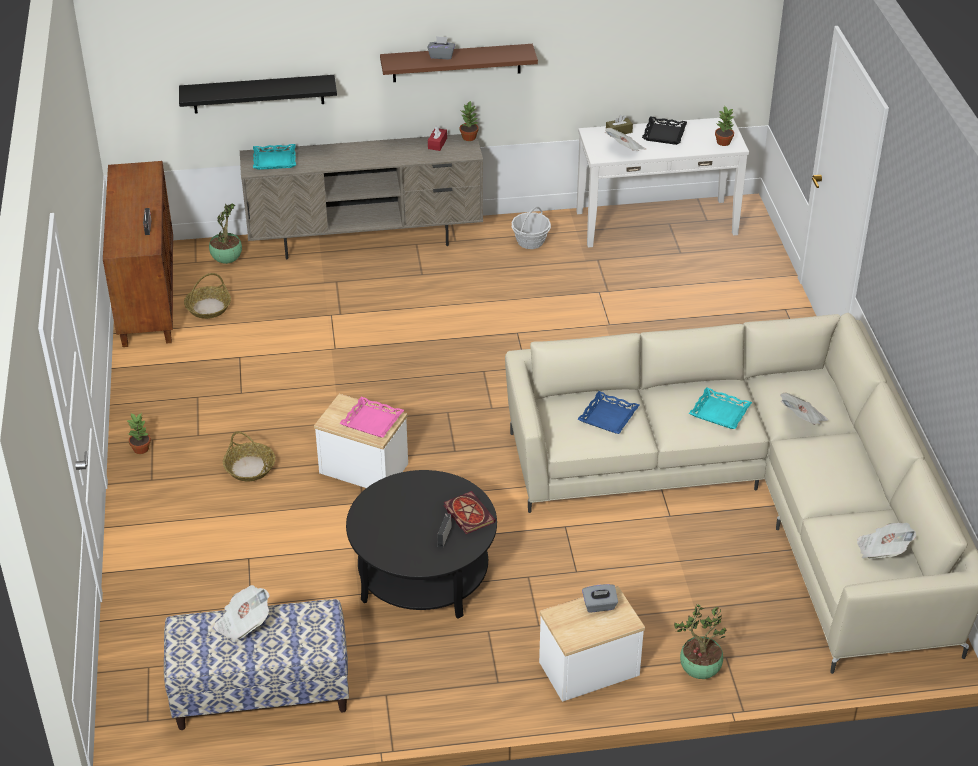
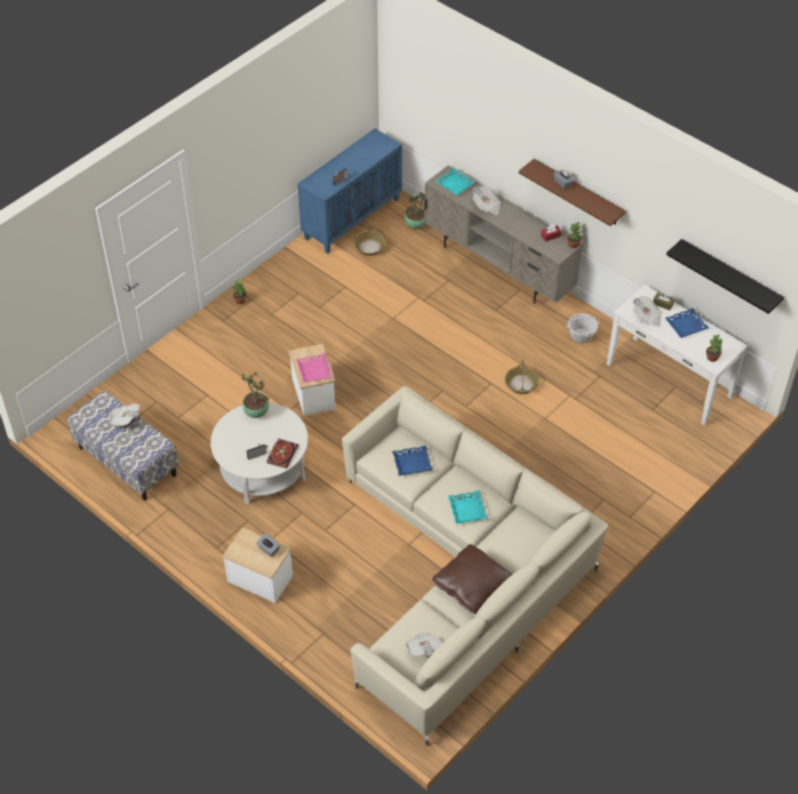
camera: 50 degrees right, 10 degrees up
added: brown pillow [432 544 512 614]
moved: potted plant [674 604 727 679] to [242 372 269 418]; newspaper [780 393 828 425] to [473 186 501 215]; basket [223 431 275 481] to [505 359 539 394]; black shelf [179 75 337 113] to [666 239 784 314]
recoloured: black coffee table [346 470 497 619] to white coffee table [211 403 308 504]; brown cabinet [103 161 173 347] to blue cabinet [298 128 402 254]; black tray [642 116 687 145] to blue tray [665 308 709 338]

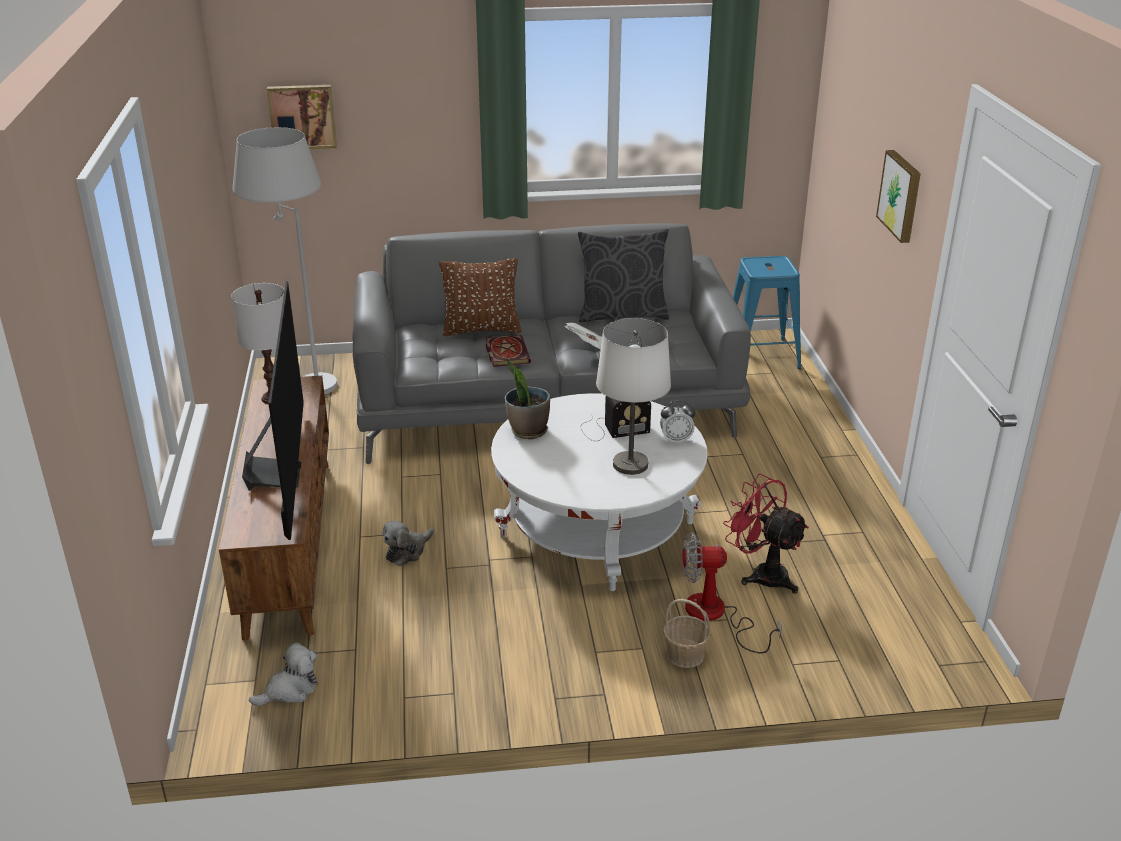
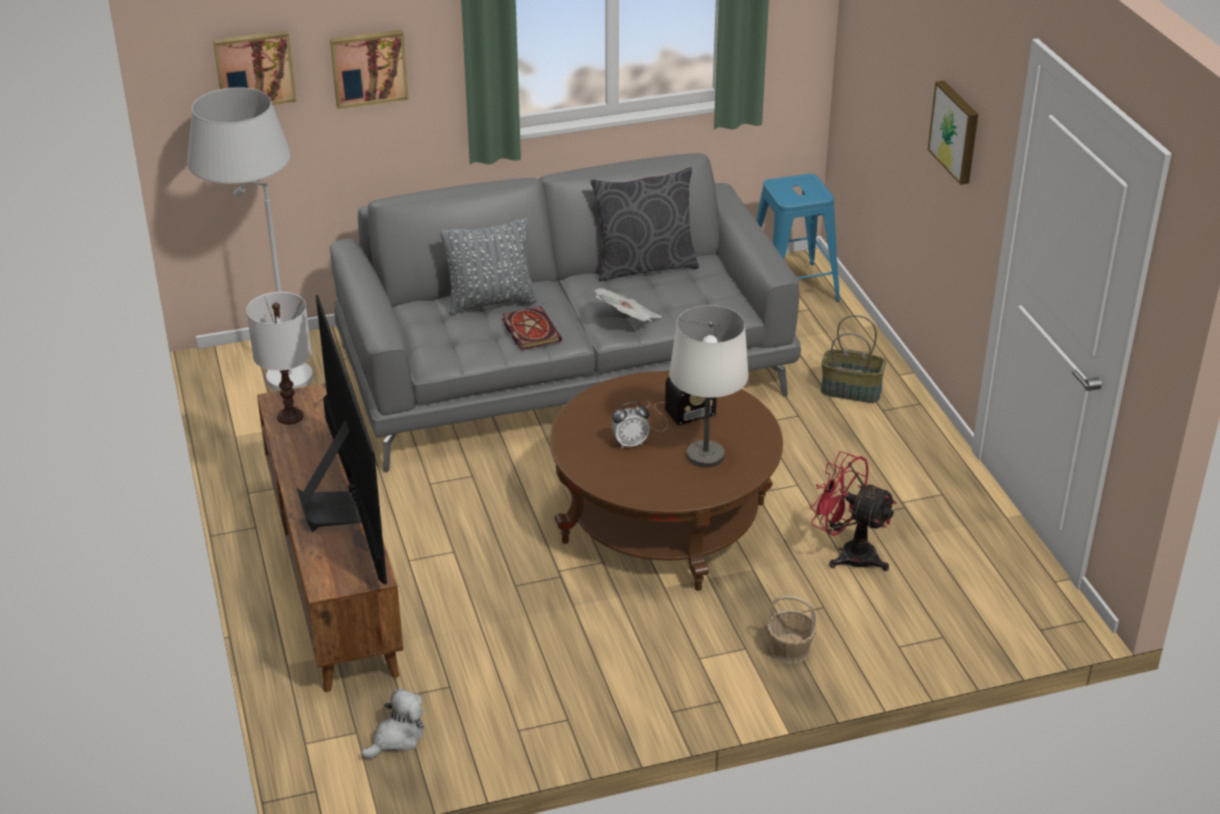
camera: 10 degrees left, 5 degrees up
removed: plush toy [382 521 434 566]; potted plant [505 358 550 439]; fan [683 533 782 653]
added: picture [330 30 409 109]; basket [821 315 886 403]
moved: alarm clock [660 400 695 444] to [611 402 650 449]
recoloured: brown pillow [439 258 521 336] to grey pillow [440 218 537 315]; white coffee table [491 393 708 591] to brown coffee table [550 371 783 591]

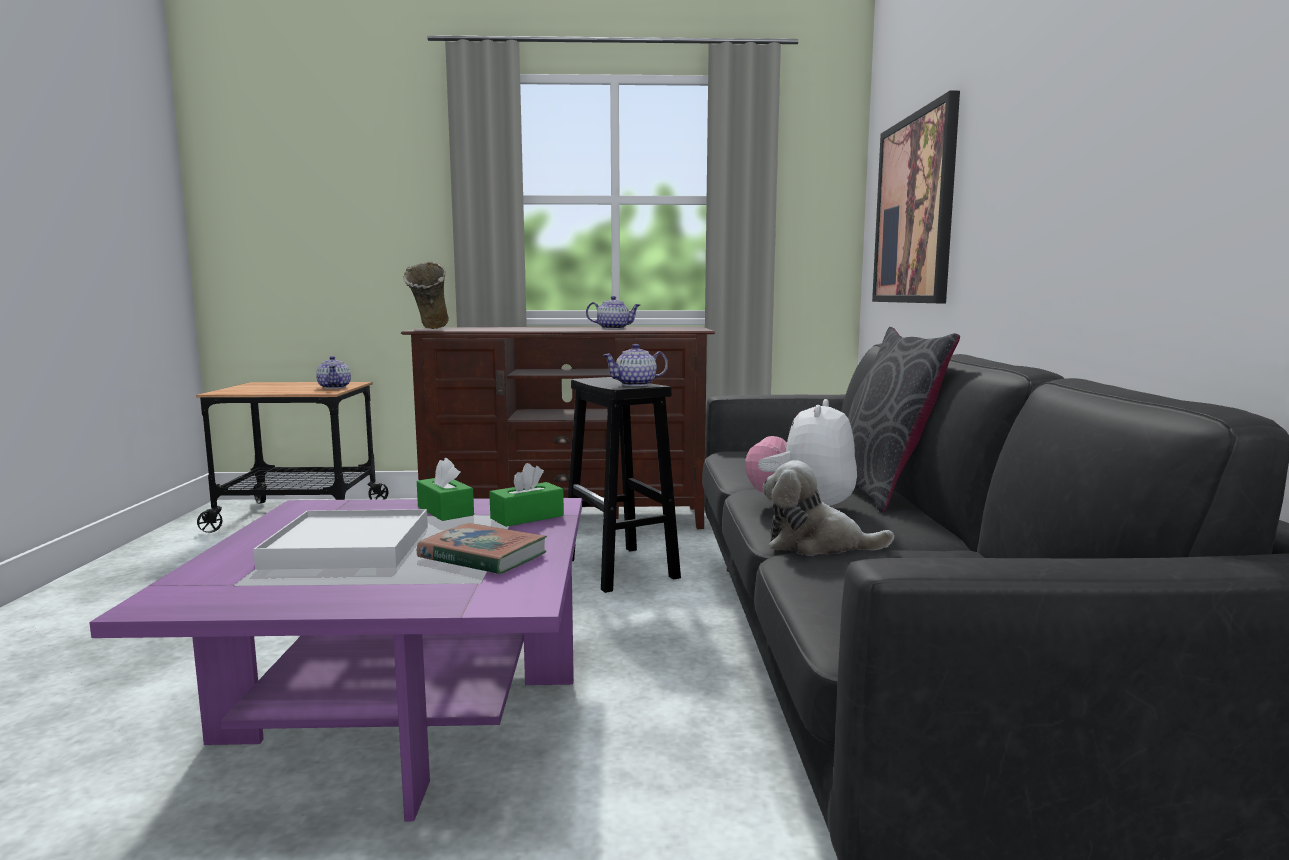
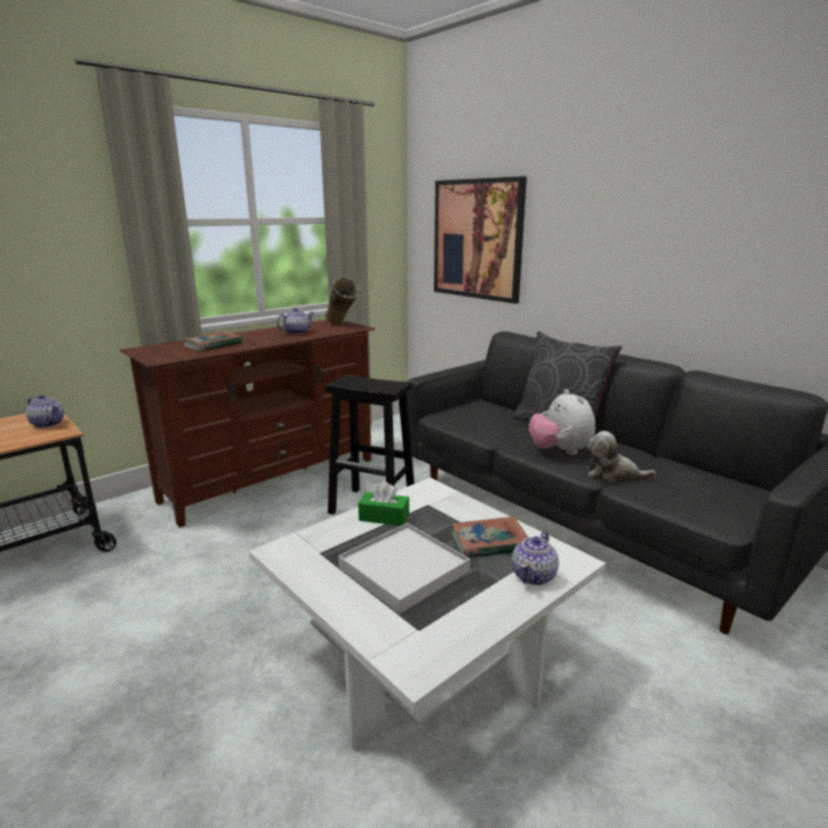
camera: 40 degrees left, 10 degrees up
removed: green tissue box [489 463 564 527]
added: book [183 331 242 351]
moved: beige vase [403 262 449 329] to [326 277 362 324]; teapot [603 344 668 386] to [512 531 559 585]
recoloured: purple coffee table [89 498 582 821] to white coffee table [249 478 606 750]
turned: plush toy [763 460 894 556] = [587 431 656 483] 45 degrees clockwise

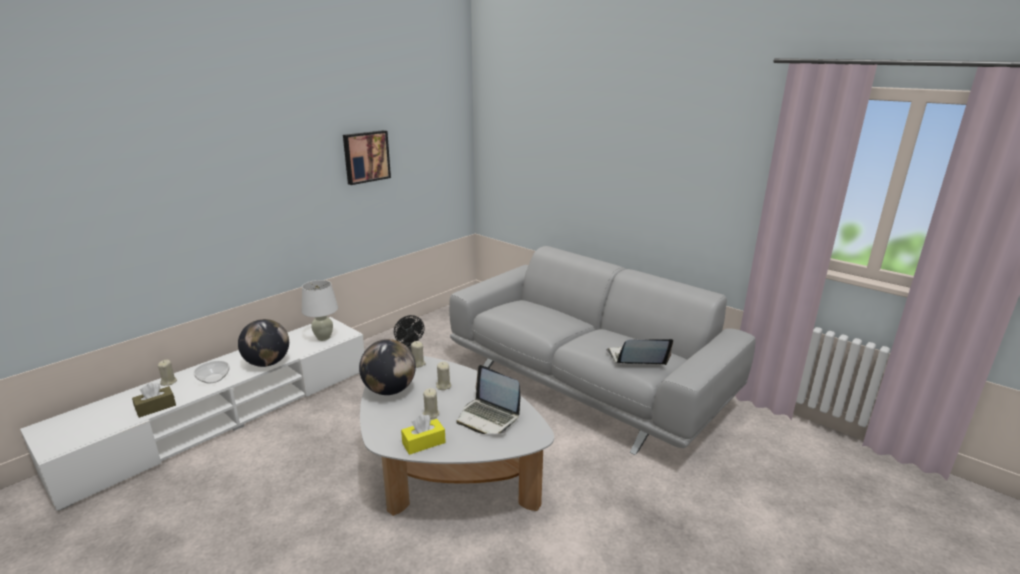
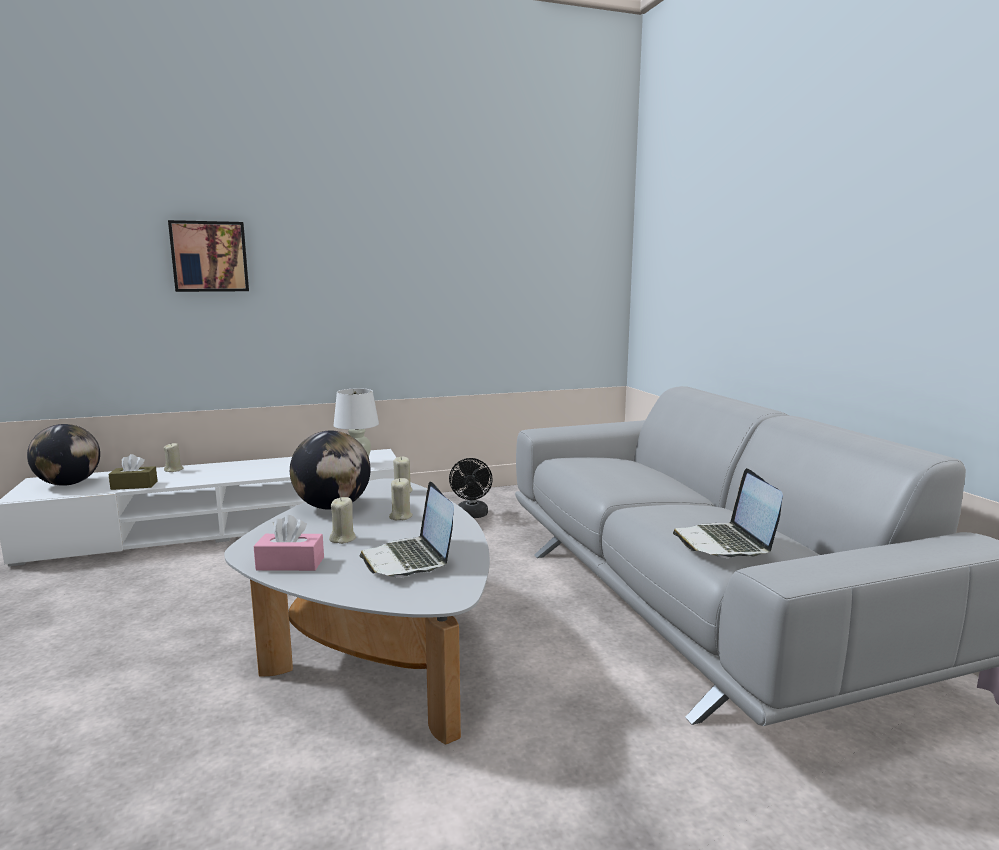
camera: 30 degrees right, 10 degrees down
removed: bowl [193 361 230 383]
moved: globe [238 319 289 367] to [27 424 100 486]; picture [343 130 391 185] to [168 220 249 292]
recoloured: yellow tissue box [401 414 446 455] to pink tissue box [254 515 324 571]
turned: laptop [606 339 673 365] = [673 468 783 558] 120 degrees counterclockwise

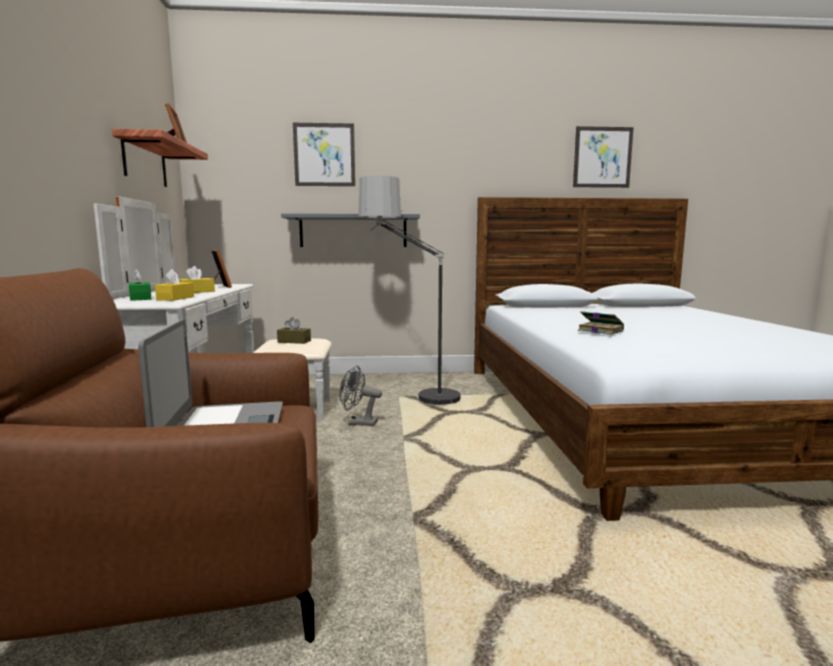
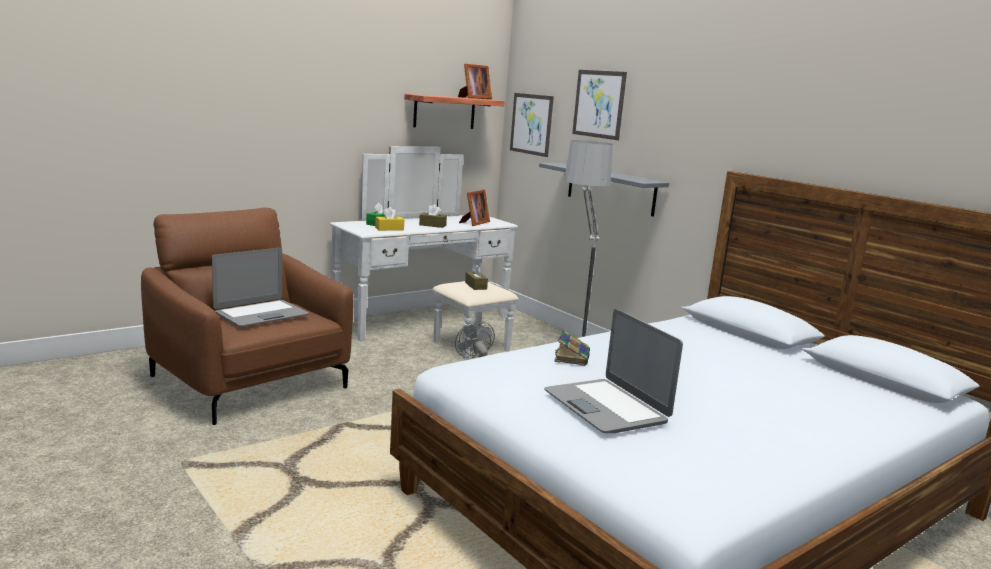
camera: 55 degrees right, 5 degrees up
added: laptop [544 309 683 433]
moved: picture [573 126 634 188] to [510 93 554 157]
recoloured: yellow tissue box [179 266 215 293] to brown tissue box [419 204 447 228]

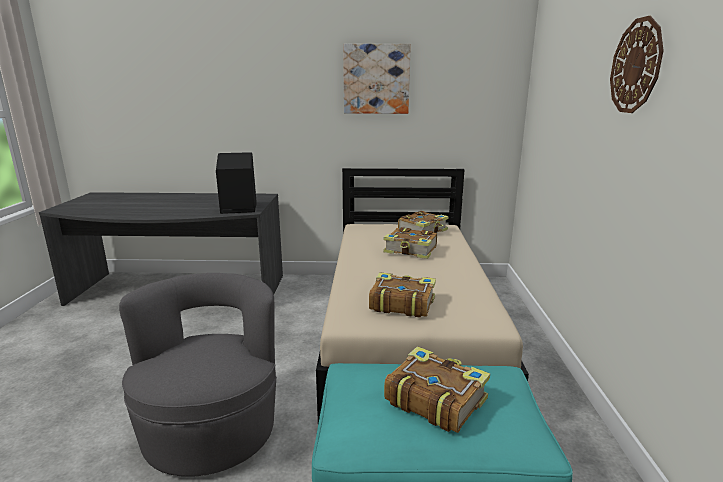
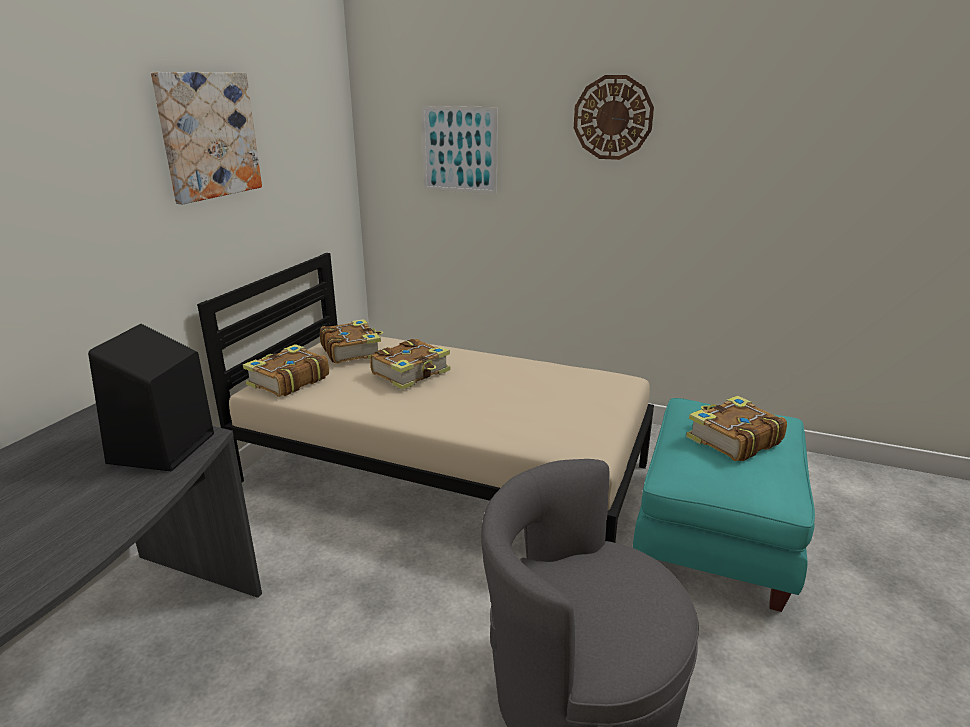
camera: 70 degrees left, 5 degrees up
added: picture [421 106 498 194]
moved: book [369 272 436 318] to [243 344 329 397]

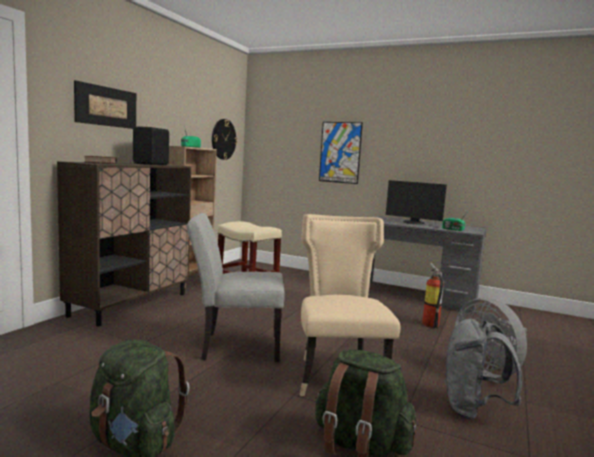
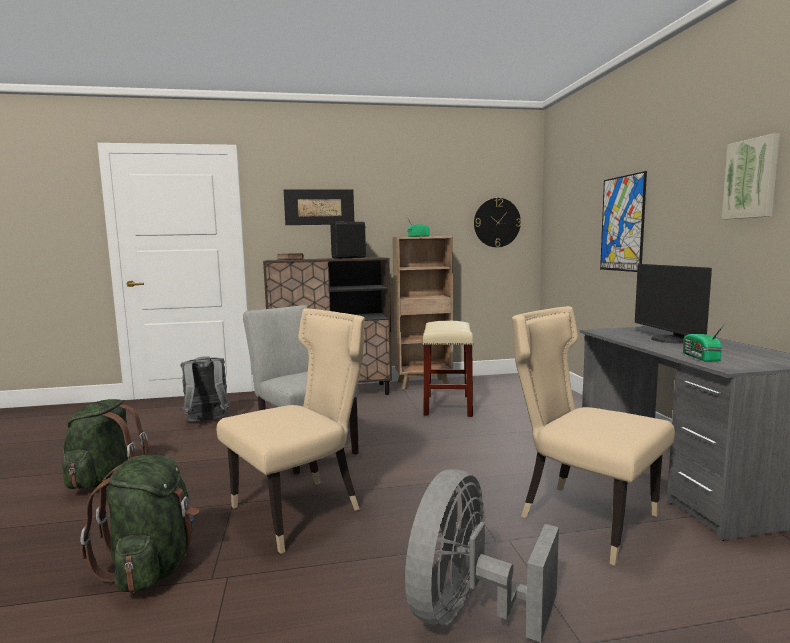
camera: 55 degrees right, 0 degrees up
added: picture [722 133 780 219]
moved: grey backpack [444 319 522 420] to [180 356 231 422]
replaced: fire extinguisher [422 263 445 328] to beige chair [512 306 675 566]

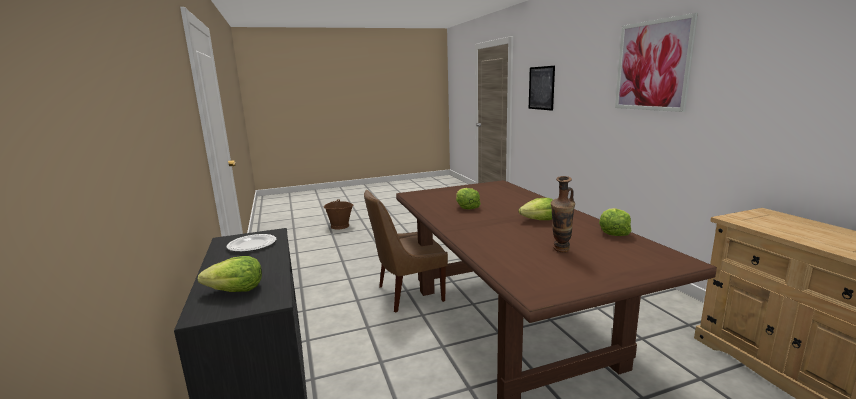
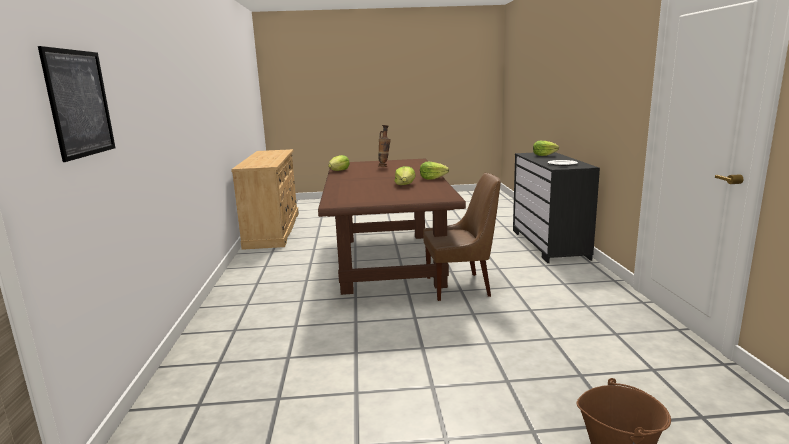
camera: 165 degrees left, 0 degrees up
removed: picture [615 13 698 112]
moved: lettuce [519 198 553 220] to [420 162 449 179]

